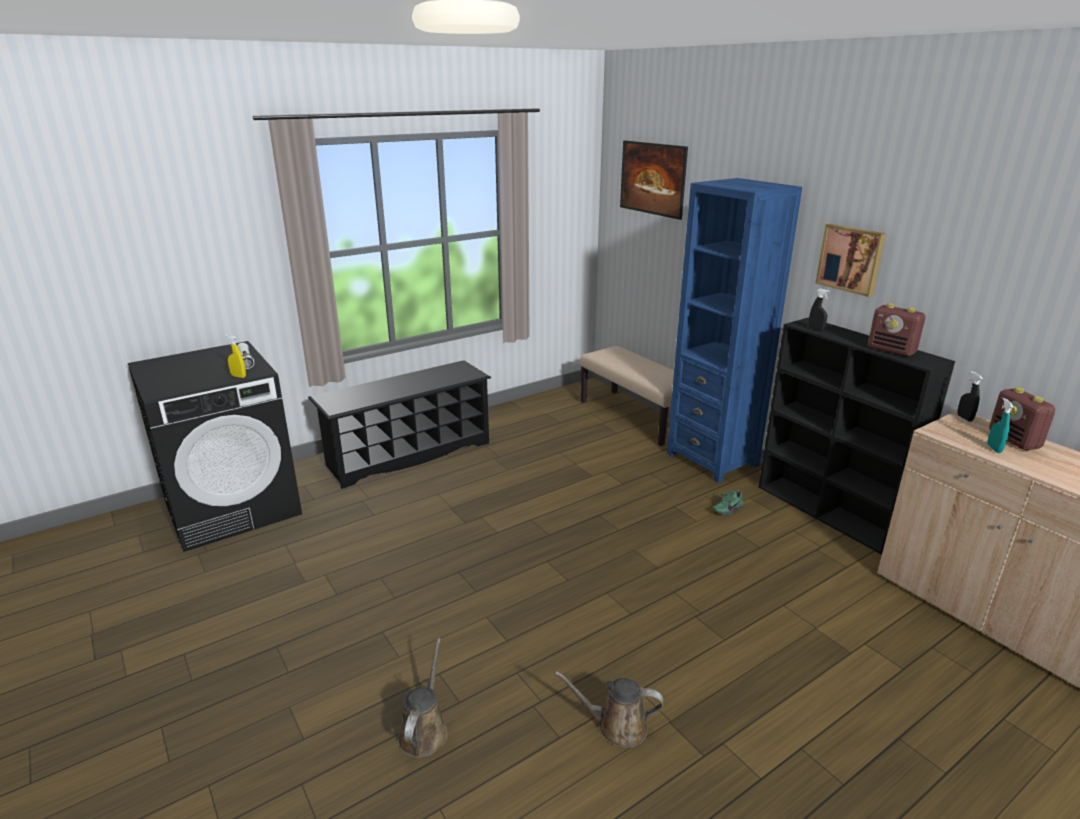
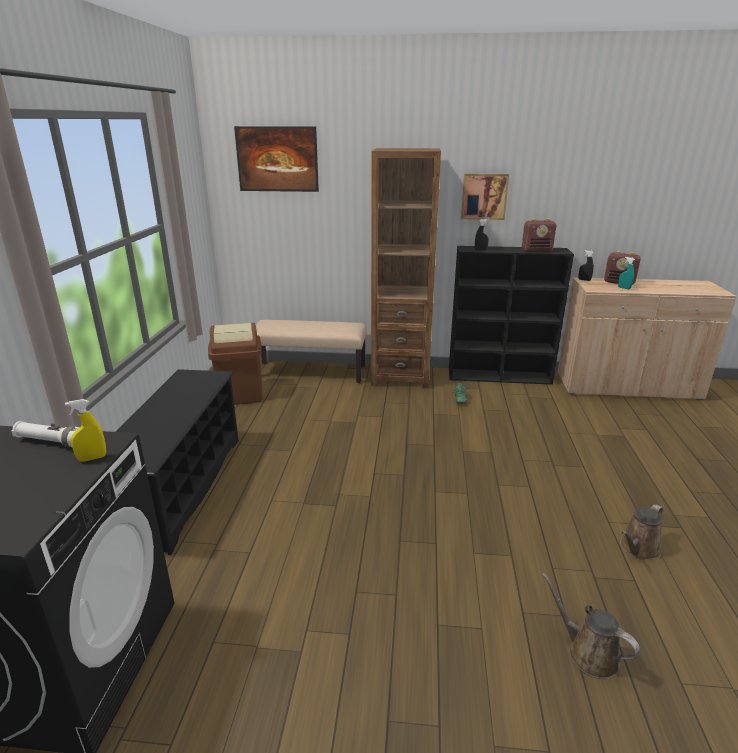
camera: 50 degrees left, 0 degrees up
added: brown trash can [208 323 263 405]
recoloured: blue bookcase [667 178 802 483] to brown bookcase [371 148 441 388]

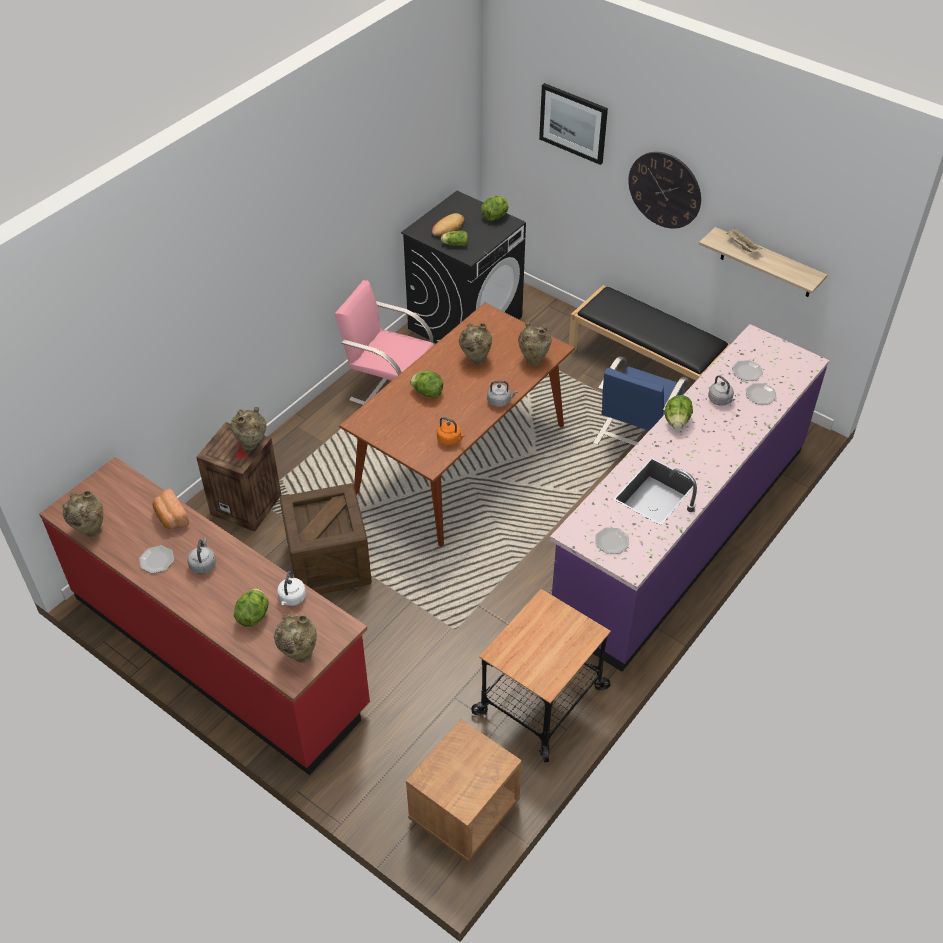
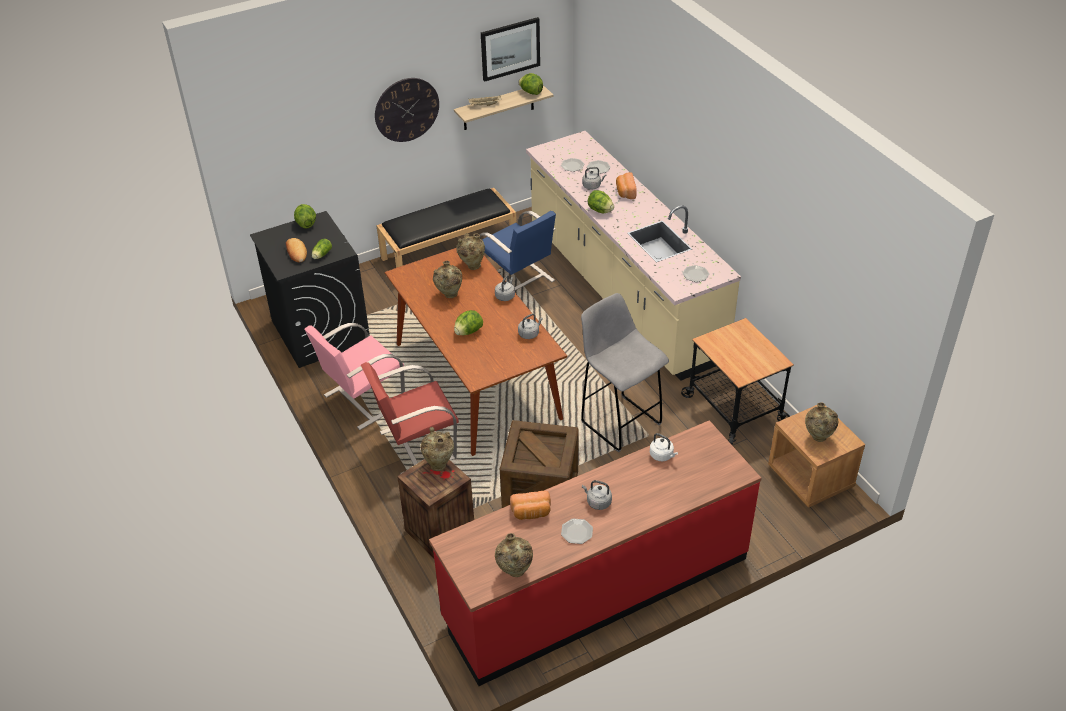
camera: 65 degrees left, 5 degrees down
added: red chair [361 362 459 474]; grey stool [581 293 669 452]; bread [616 172 637 199]
moved: picture [539 83 608 165] to [481 17 540 82]; lettuce [234 588 269 627] to [518 73 543 95]; beige vase [274 614 317 663] to [805 403 838 442]
recoloured: orange kettle [437 417 465 445] to grey kettle [518 314 543 339]; purple counter [550 324 829 672] to beige counter [526 131 741 381]

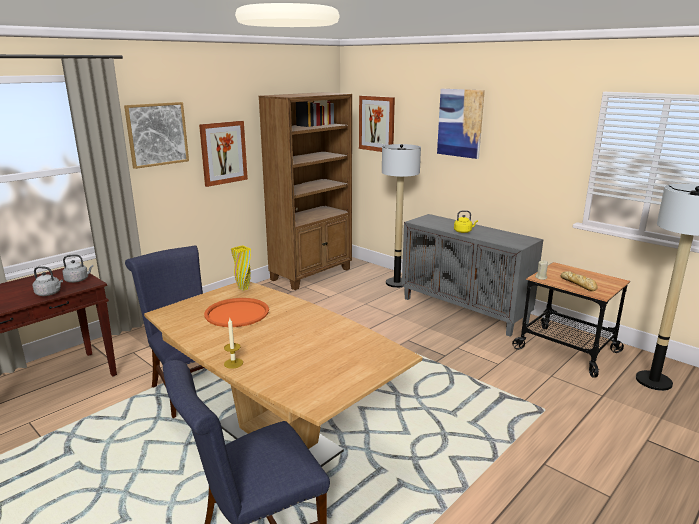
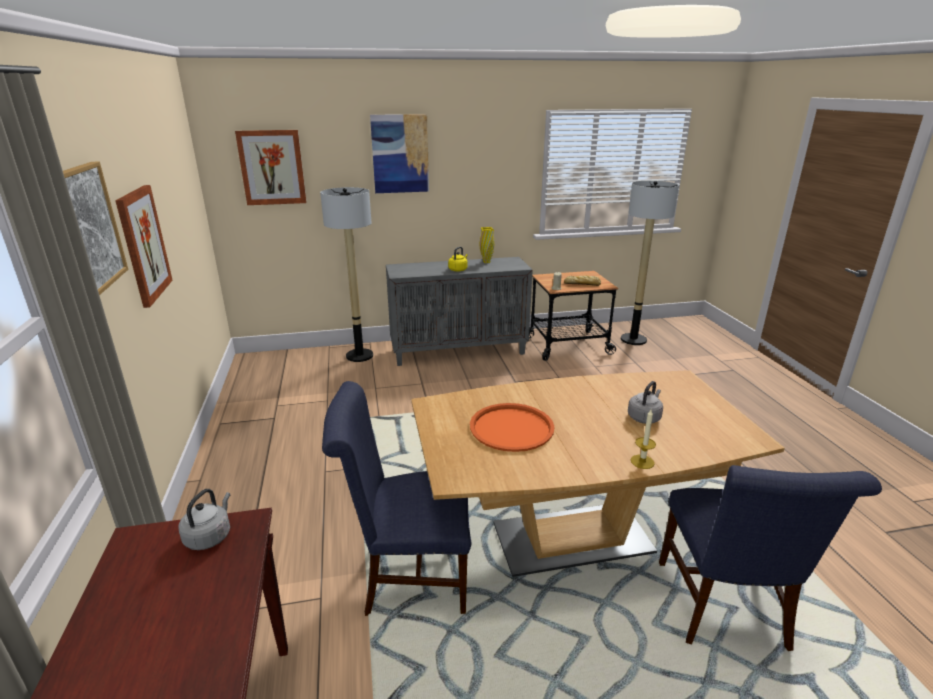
camera: 55 degrees left, 5 degrees up
removed: brown bookcase [258 92 352 290]
moved: yellow vase [231 245 251 291] to [480 227 494 263]; grey kettle [33 266 63 296] to [628 381 663 424]

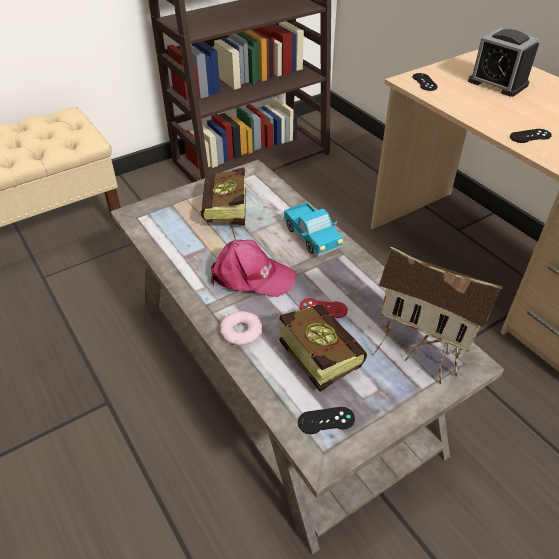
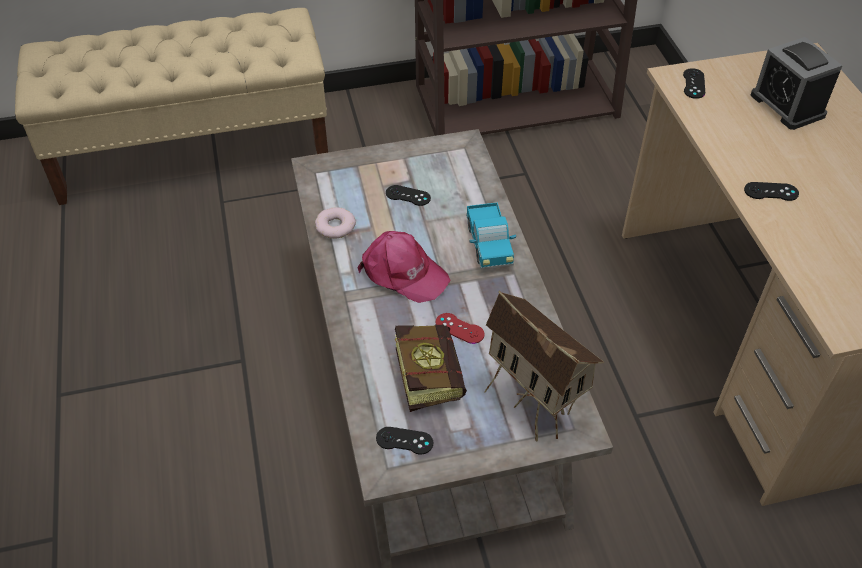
camera: 20 degrees right, 5 degrees up
moved: donut [220 311 262 345] to [315 207 356 239]
replaced: book [200 167 247 240] to black game controller [386 185 431 206]

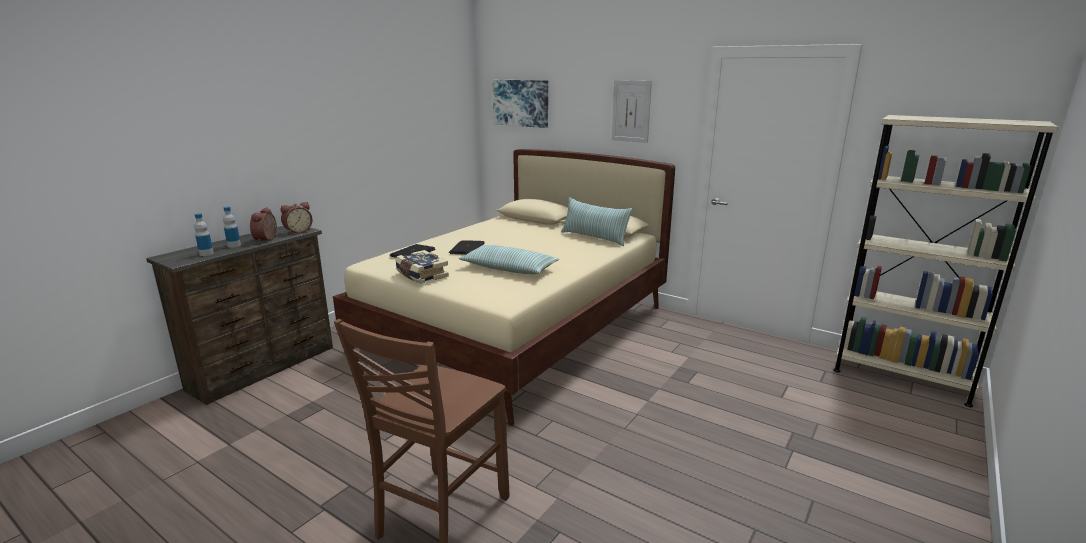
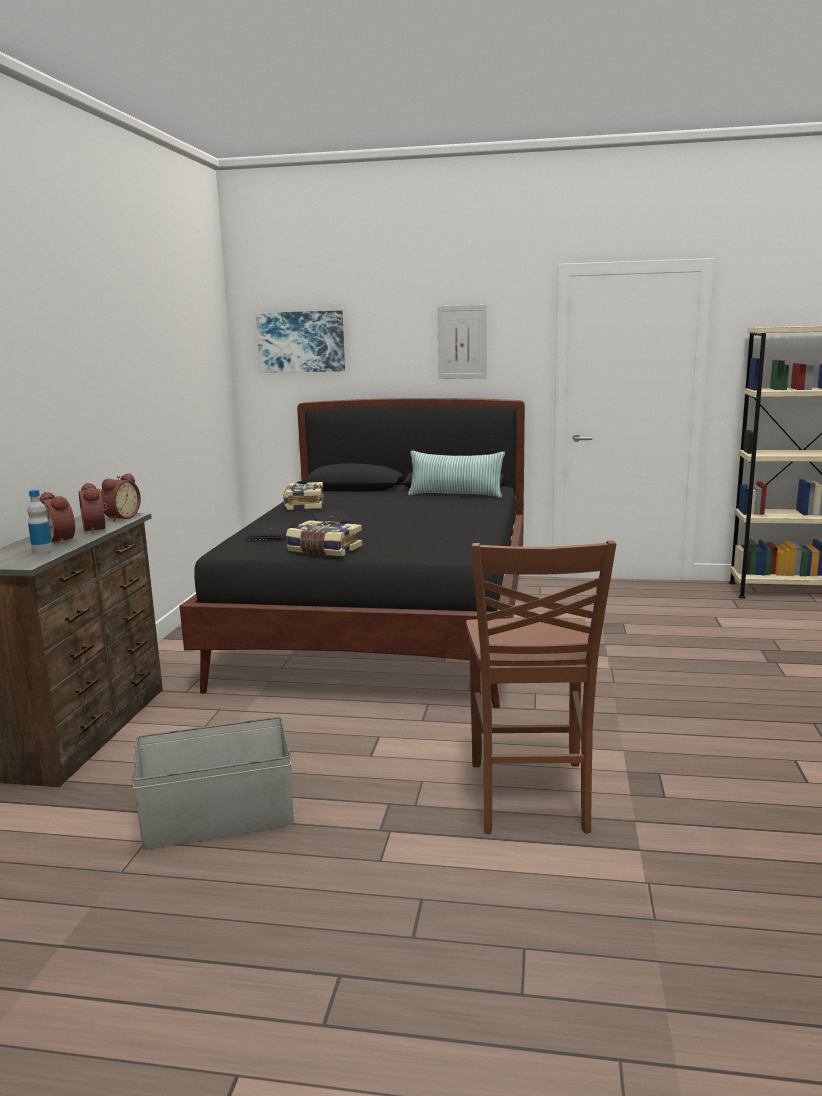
camera: 25 degrees left, 5 degrees down
removed: pillow [459 245 560 274]
added: grey storage box [132 717 294 850]; book [283 482 324 510]
replaced: bottle [223 207 241 248] to alarm clock [40 492 75 544]
recoloured: beige bed [333 149 675 426] to black bed [180 398 525 708]

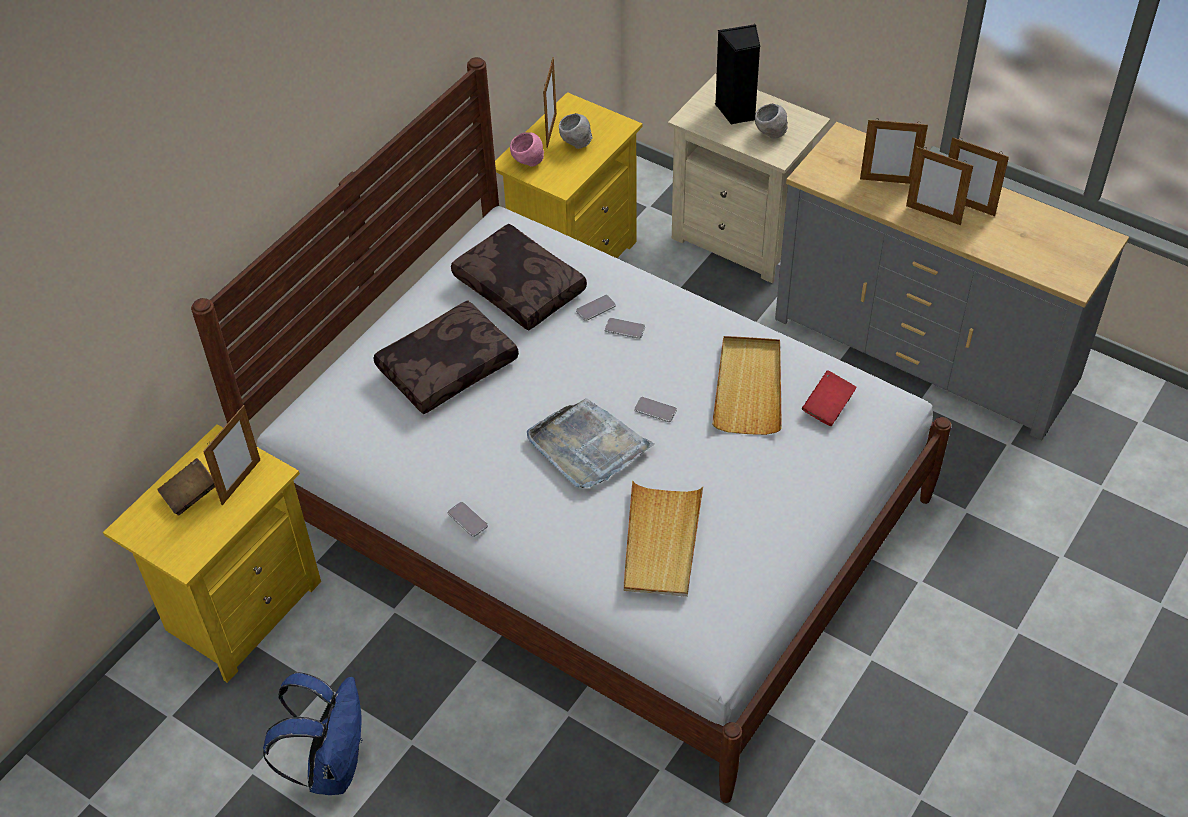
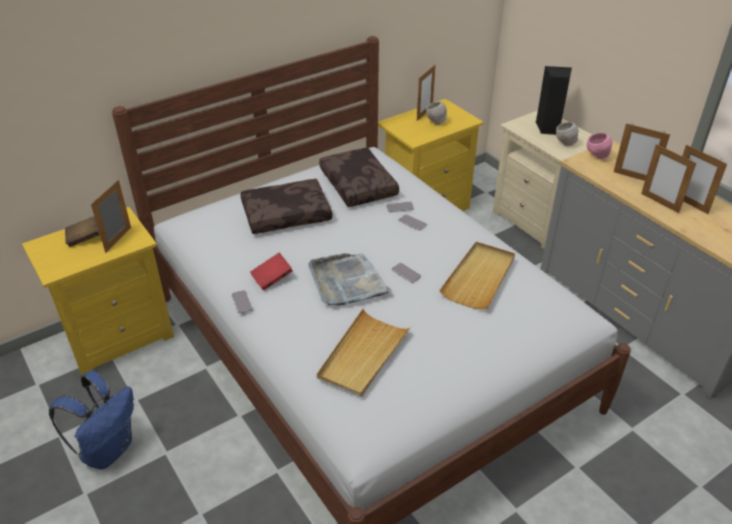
camera: 20 degrees right, 10 degrees down
moved: red book [802 371 857 426] to [250 253 293 290]; pink bowl [510 132 544 167] to [587 132 612 159]
turned: picture frame [203 405 260 505] = [91 180 131 253] 150 degrees clockwise

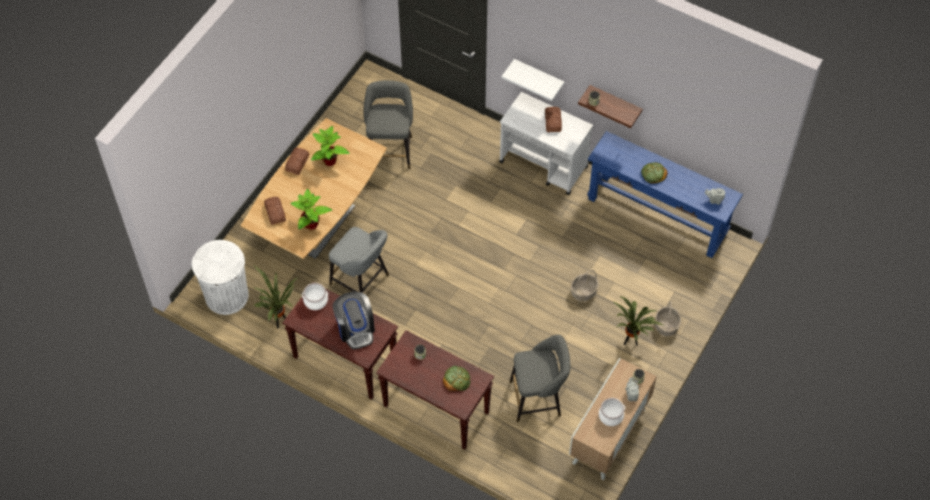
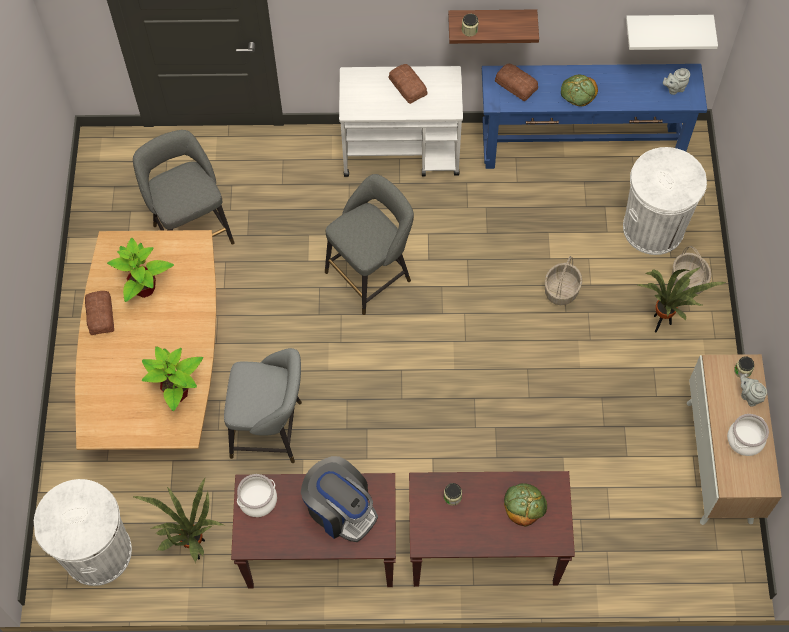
camera: 30 degrees left, 5 degrees up
added: white trash can [623 147 707 255]
moved: grey stool [509 335 570 422] to [325 174 414 315]; bread [264 197 286 225] to [495 64 538 101]; white shelf [501 59 564 101] to [626 15 718 50]

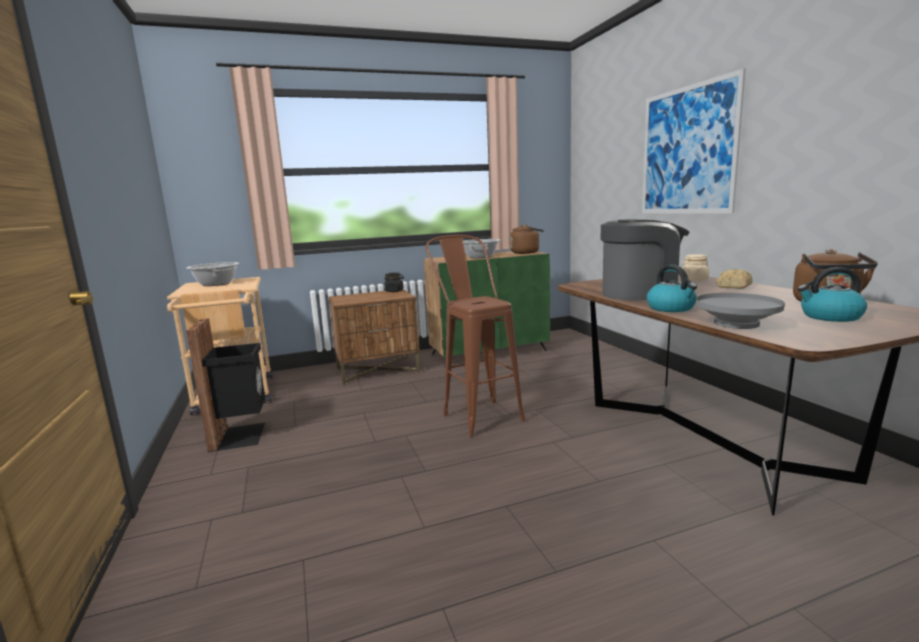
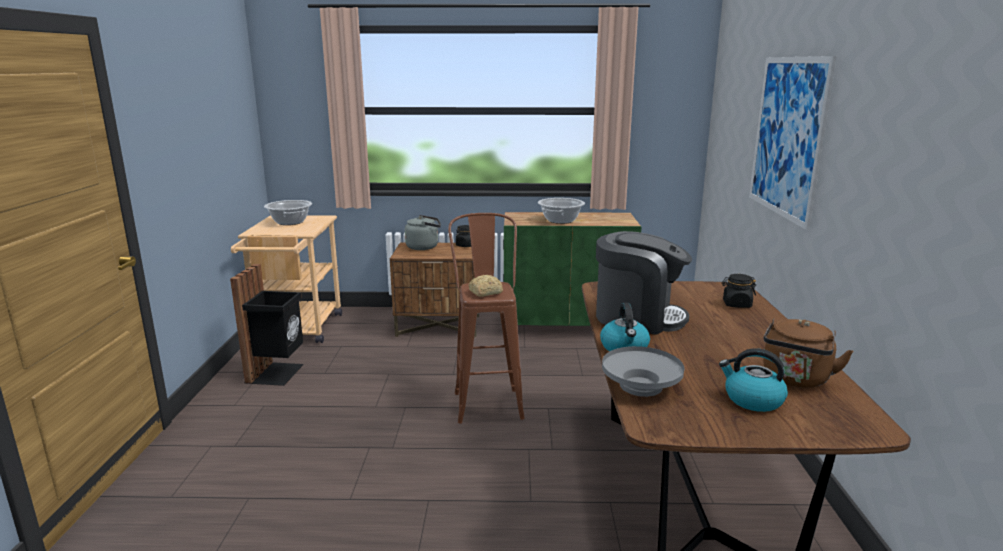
camera: 20 degrees right, 5 degrees up
removed: brown kettle [510 224 544 254]
added: grey kettle [405 215 441 250]
moved: bread [717 269 753 289] to [469 275 503 297]
recoloured: beige jar [680 254 709 281] to black jar [722 274 756 308]

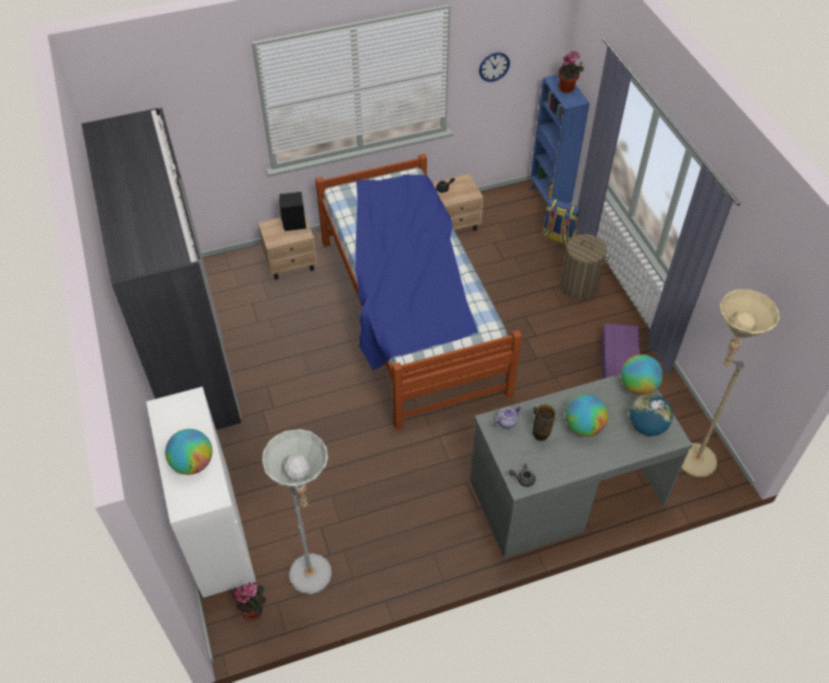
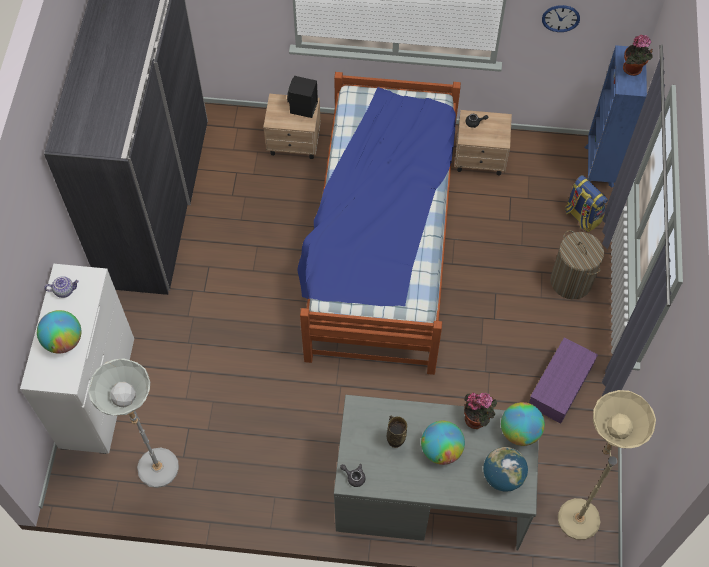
camera: 25 degrees right, 10 degrees up
moved: teapot [494 405 522 428] to [44 276 79 298]; potted plant [233 583 266 621] to [464 393 497 429]

